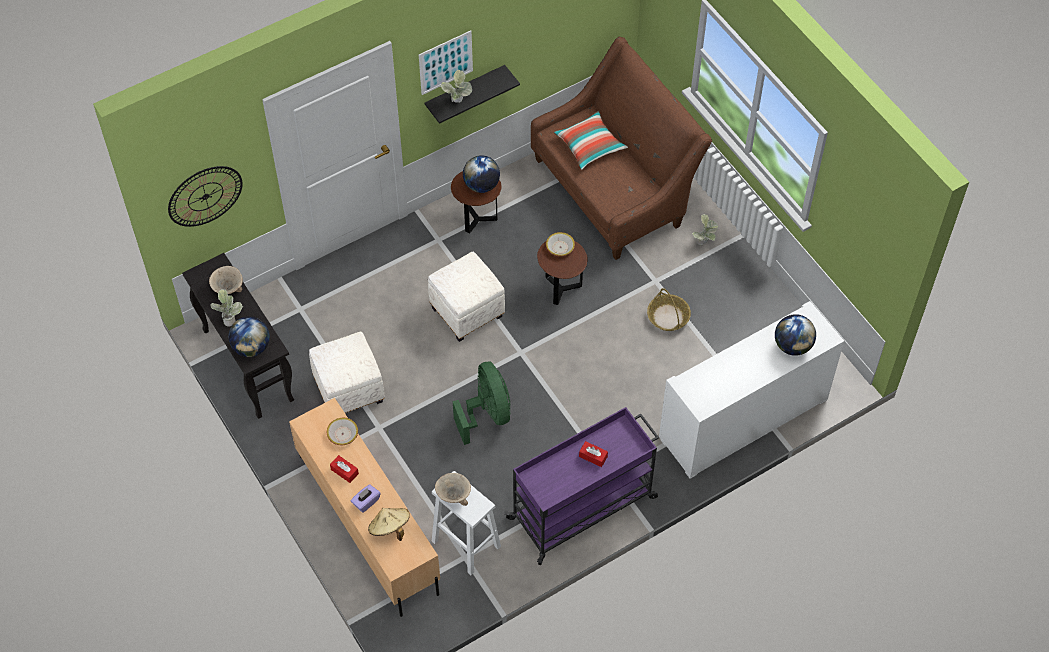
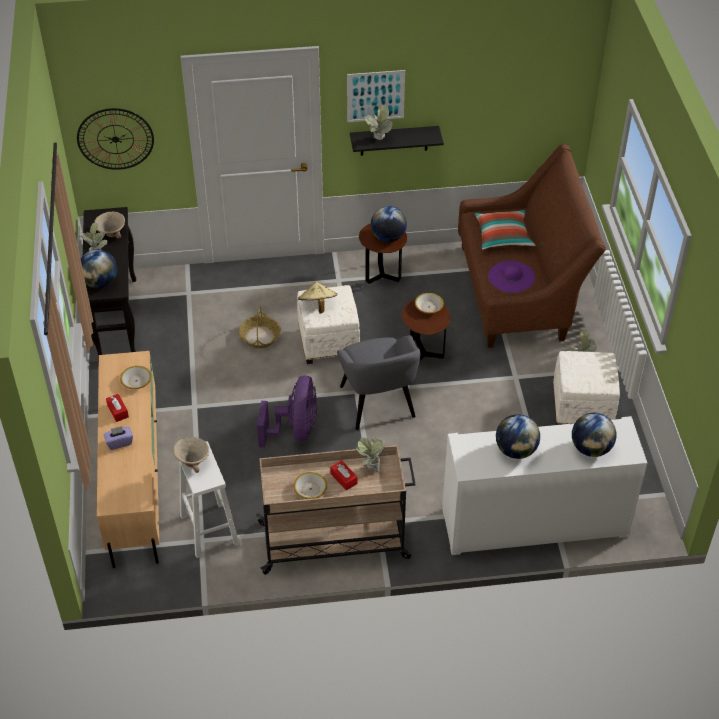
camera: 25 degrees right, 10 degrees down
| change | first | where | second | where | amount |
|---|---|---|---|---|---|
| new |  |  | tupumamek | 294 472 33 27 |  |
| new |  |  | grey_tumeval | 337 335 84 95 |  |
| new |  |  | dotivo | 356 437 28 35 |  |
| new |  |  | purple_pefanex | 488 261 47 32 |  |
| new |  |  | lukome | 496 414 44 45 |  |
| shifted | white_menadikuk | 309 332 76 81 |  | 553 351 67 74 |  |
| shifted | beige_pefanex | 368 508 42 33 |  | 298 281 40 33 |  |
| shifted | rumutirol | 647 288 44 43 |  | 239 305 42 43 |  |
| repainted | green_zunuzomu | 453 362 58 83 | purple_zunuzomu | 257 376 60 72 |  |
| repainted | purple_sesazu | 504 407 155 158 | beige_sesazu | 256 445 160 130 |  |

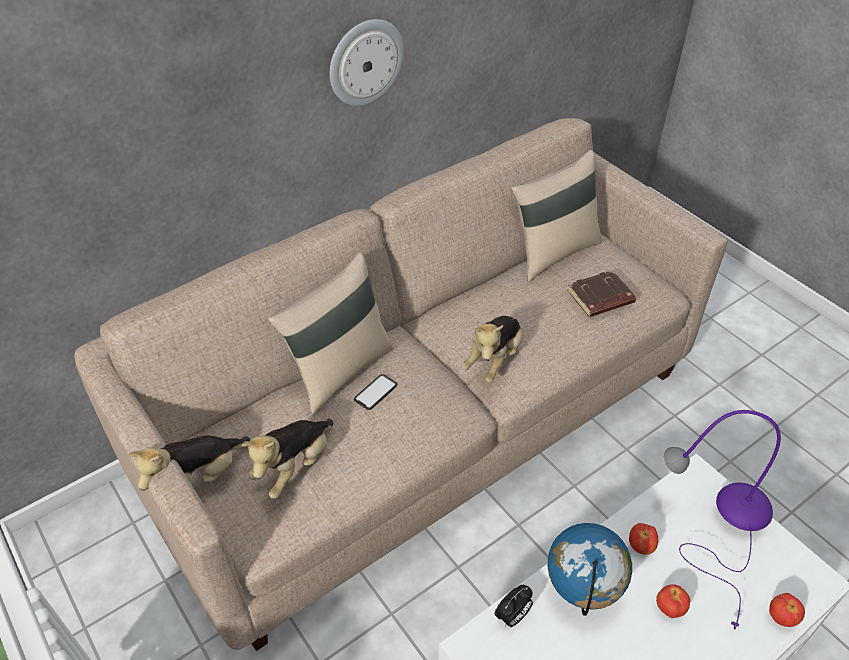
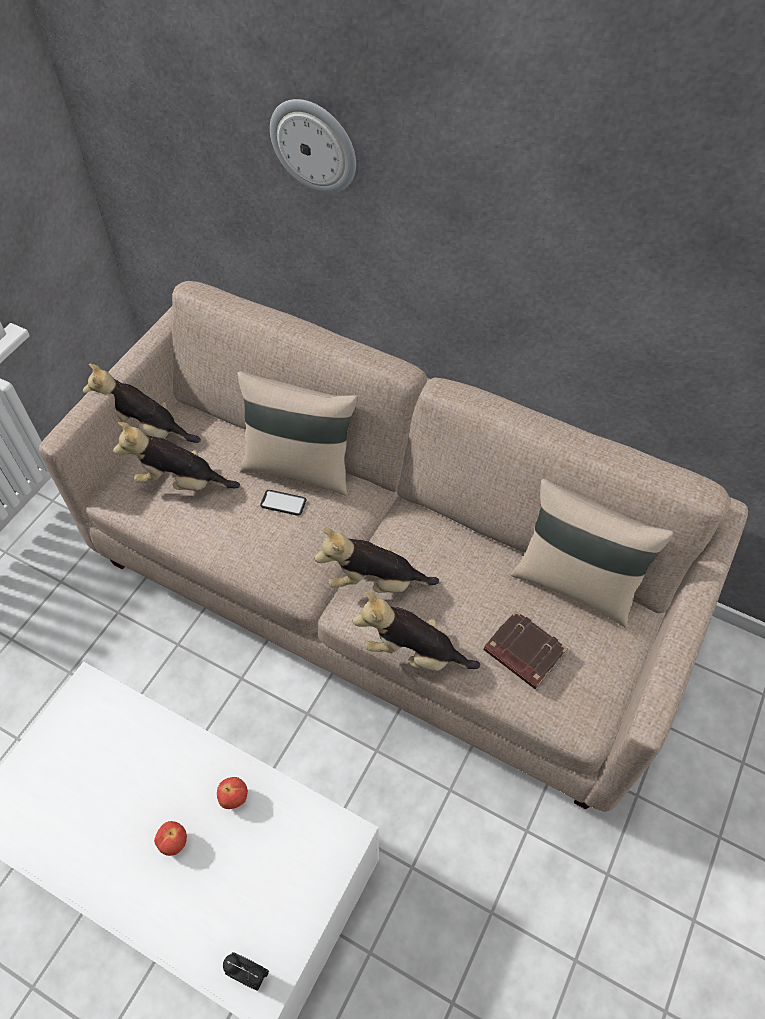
camera: 65 degrees right, 10 degrees up
| change | first | where | second | where | amount |
|---|---|---|---|---|---|
| gone | lukome | 548 523 84 93 |  |  |  |
| gone | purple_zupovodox | 664 410 117 220 |  |  |  |
| gone | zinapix | 769 593 36 34 |  |  |  |
| new |  |  | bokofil | 353 592 127 79 |  |
| shifted | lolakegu | 330 19 75 87 |  | 270 99 86 94 |  |
| shifted | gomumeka | 494 585 39 42 |  | 223 952 46 39 |  |

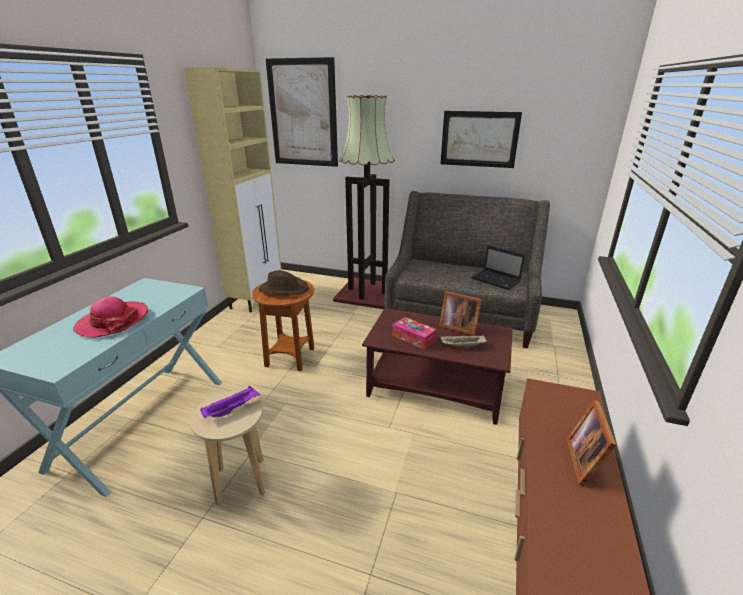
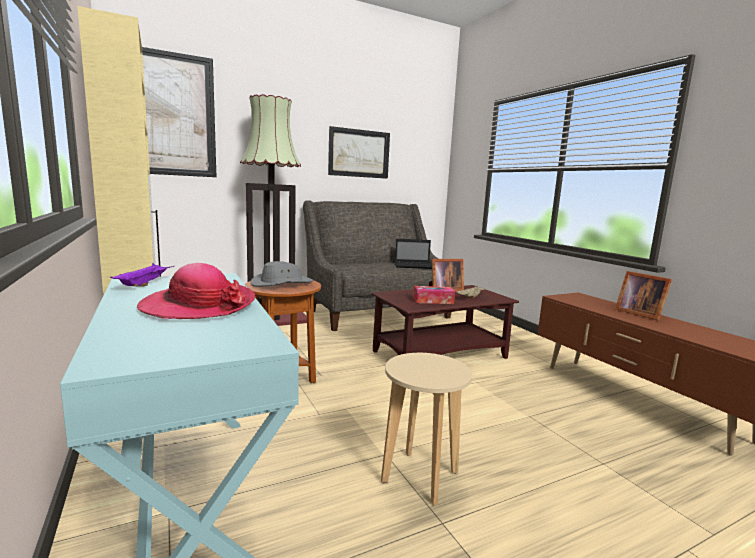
camera: 45 degrees left, 15 degrees down
| change | first | where | second | where | amount |
|---|---|---|---|---|---|
| shifted | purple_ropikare | 200 386 60 32 |  | 110 263 64 24 |  |
| repainted | brown_pefanex | 259 270 50 25 | grey_pefanex | 251 261 62 26 |  |

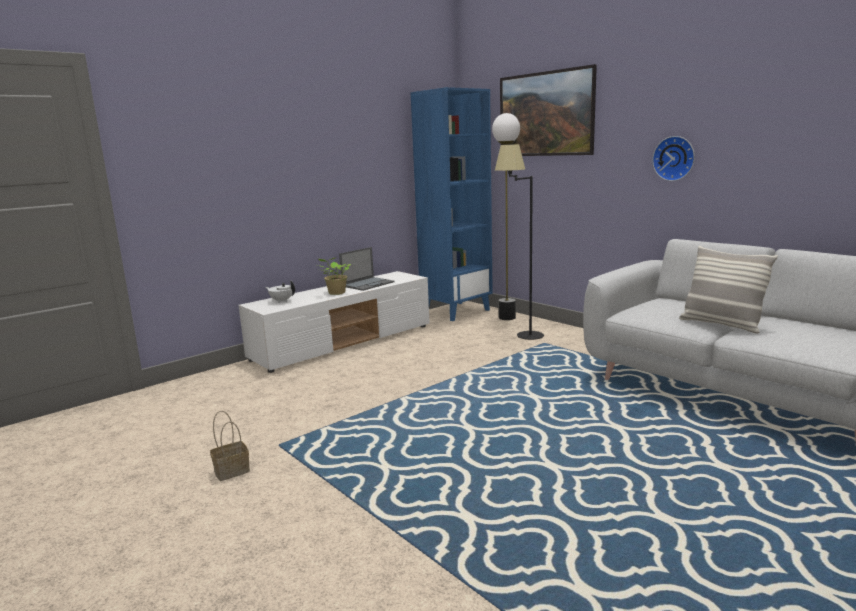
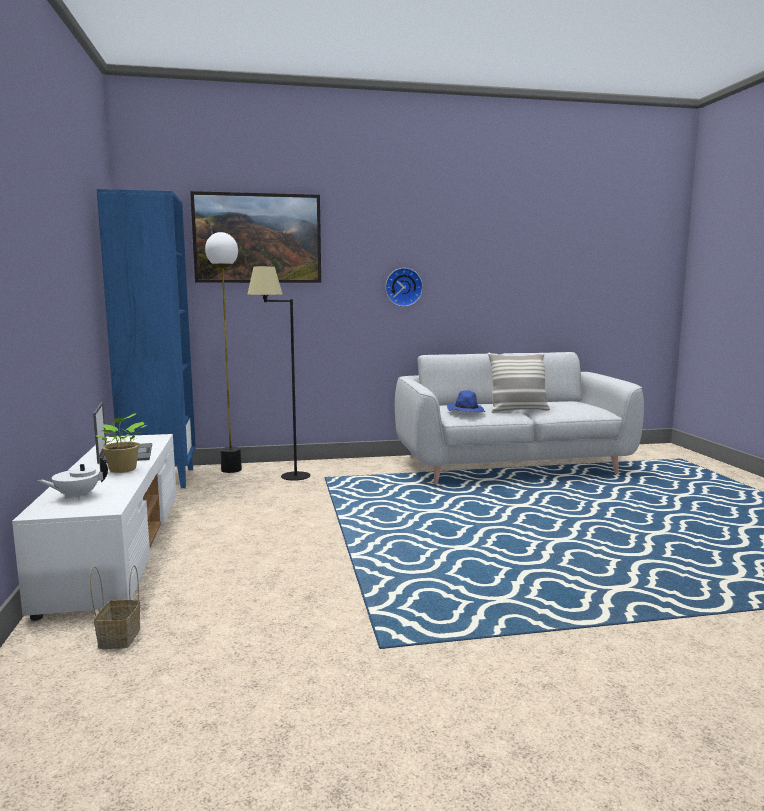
camera: 60 degrees left, 5 degrees down
| change | first | where | second | where | amount |
|---|---|---|---|---|---|
| new |  |  | blue_pefanex | 447 390 38 22 |  |
| shifted | rumutirol | 210 411 40 70 |  | 90 565 50 84 |  |

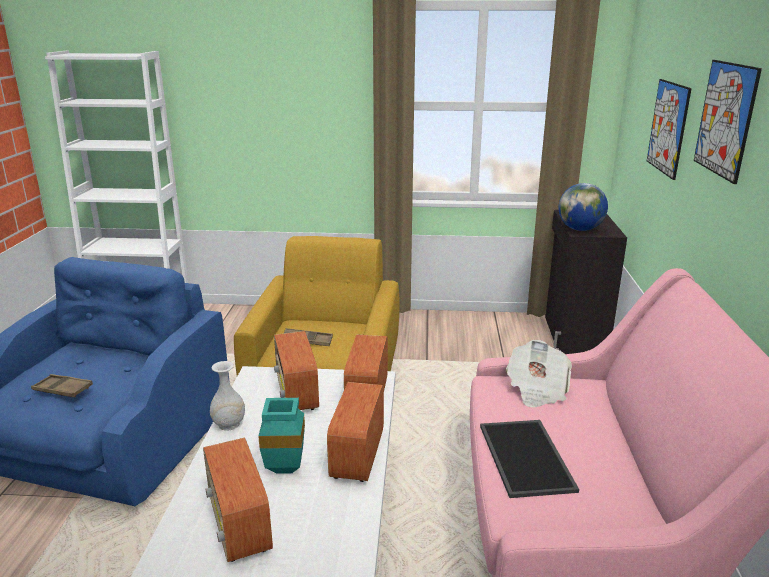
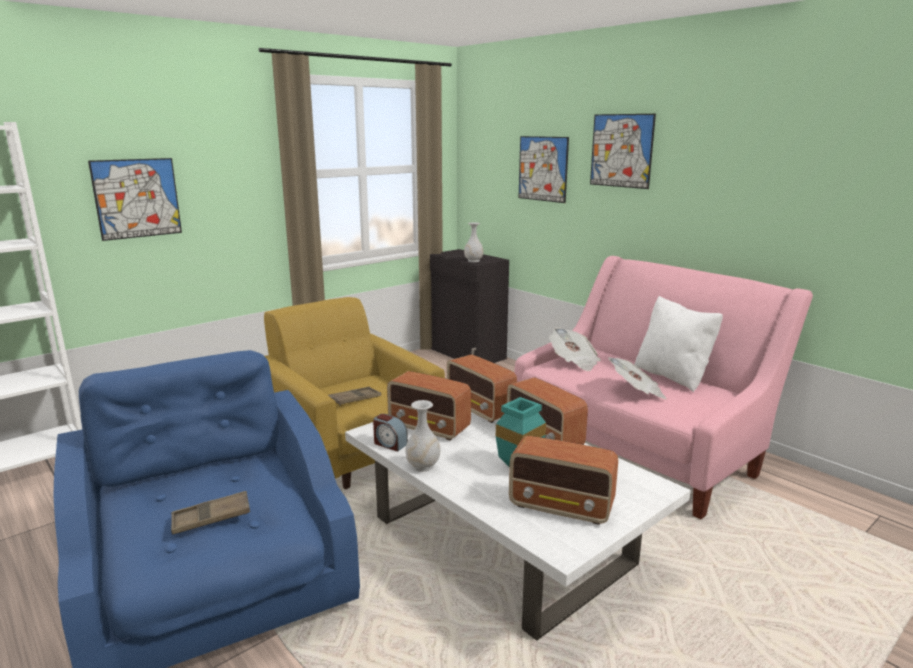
camera: 45 degrees left, 5 degrees down
| change | first | where | second | where | amount |
|---|---|---|---|---|---|
| new |  |  | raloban | 88 158 94 83 |  |
| new |  |  | gomumeka | 373 414 35 38 |  |
| new |  |  | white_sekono | 634 296 89 96 |  |
| swapped | ropikare | 480 420 99 78 | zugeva | 608 357 59 42 |  |
| swapped | lukome | 558 183 50 48 | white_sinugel | 464 222 20 40 |  |

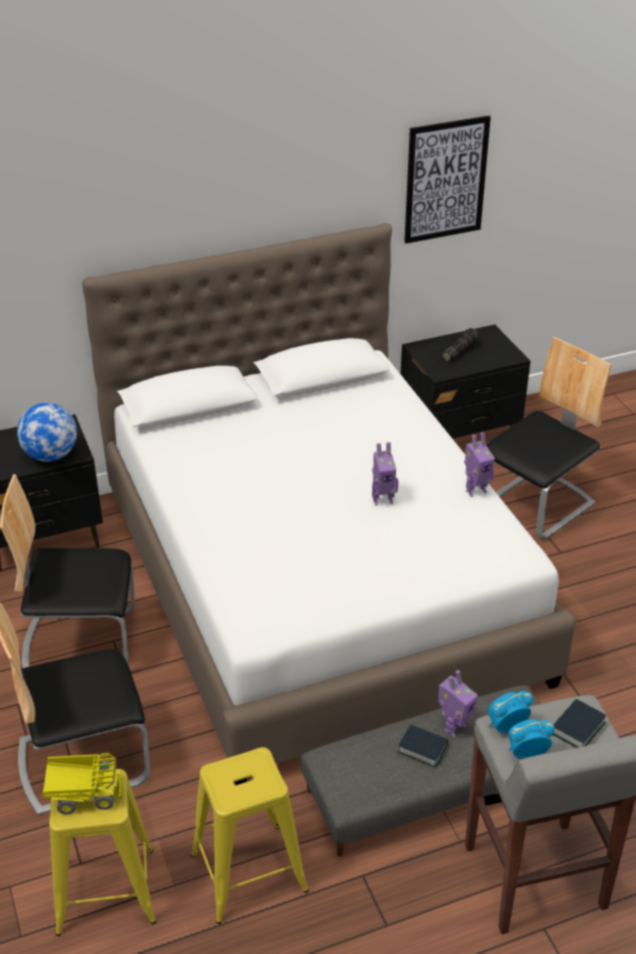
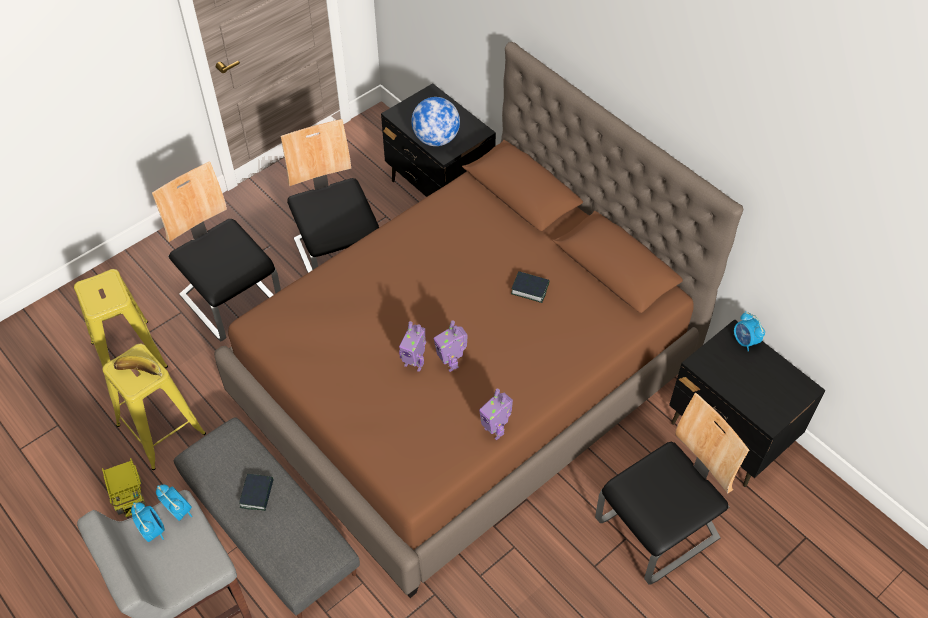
camera: 70 degrees right, 15 degrees up
| change | first | where | second | where | amount |
|---|---|---|---|---|---|
| gone | raloban | 404 116 87 128 |  |  |  |
| gone | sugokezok | 442 328 38 34 |  |  |  |
| new |  |  | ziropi | 114 356 49 20 |  |
| new |  |  | gomumeka | 734 311 31 40 |  |
| shifted | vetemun | 42 753 82 62 |  | 102 458 43 59 |  |
| shifted | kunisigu | 438 670 40 67 |  | 399 321 27 51 |  |
| shifted | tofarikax | 553 699 53 49 |  | 511 271 38 32 |  |
| repainted | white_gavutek | 82 223 494 562 | brown_gavutek | 214 42 529 556 |  |
| rotated | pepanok | 486 337 126 203 |  | 595 393 154 192 | 60 degrees counterclockwise |

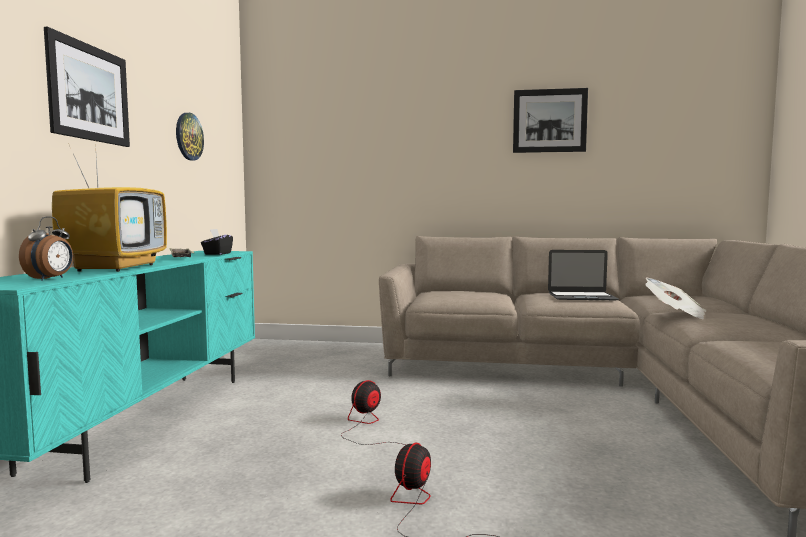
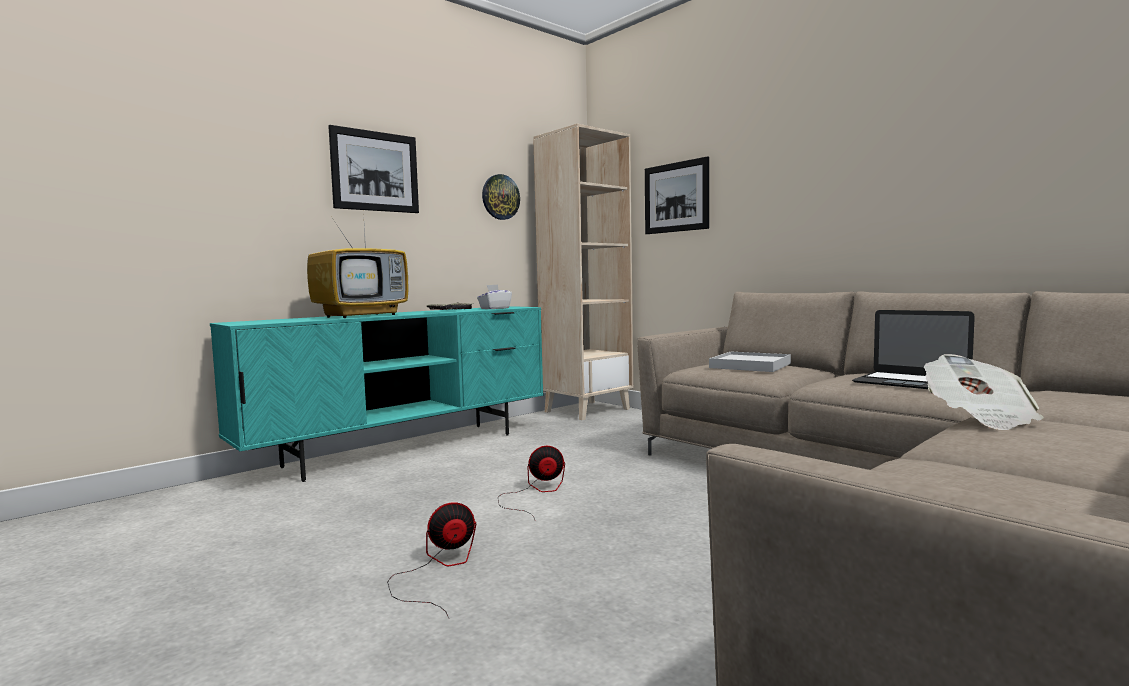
camera: 40 degrees right, 0 degrees up
| change | first | where | second | where | amount |
|---|---|---|---|---|---|
| gone | gomumeka | 19 216 54 65 |  |  |  |
| new |  |  | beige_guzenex | 533 124 100 296 |  |
| new |  |  | white_ropikare | 709 352 82 20 |  |
| shifted | raloban | 513 88 75 65 |  | 645 156 64 78 |  |
| repainted | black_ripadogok | 201 229 32 26 | white_ripadogok | 477 284 35 25 |  |

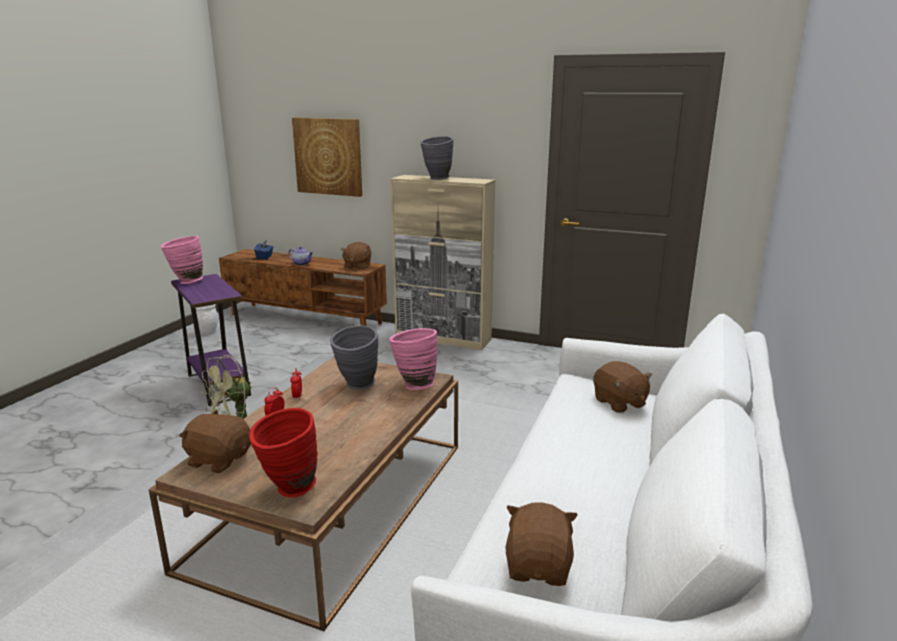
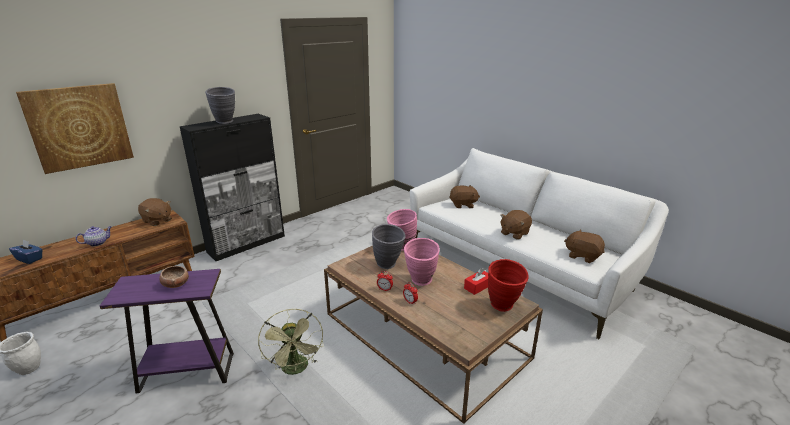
camera: 65 degrees left, 5 degrees up
| change | first | where | second | where | amount |
|---|---|---|---|---|---|
| new |  |  | tupumamek | 159 266 30 22 |  |
| new |  |  | red_ripadogok | 464 268 24 27 |  |
| shifted | pink_sinugel | 161 236 42 48 |  | 404 238 36 48 |  |
| shifted | brown_bokofil | 179 409 72 65 |  | 500 210 32 30 |  |
| repainted | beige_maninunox | 391 175 104 175 | black_maninunox | 180 114 105 147 |  |

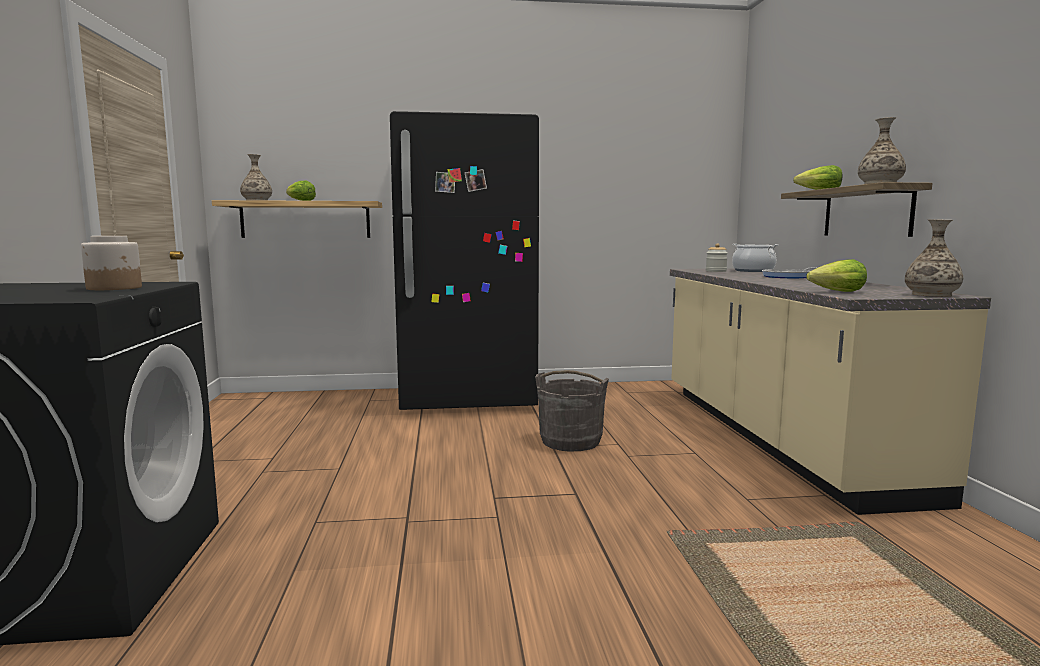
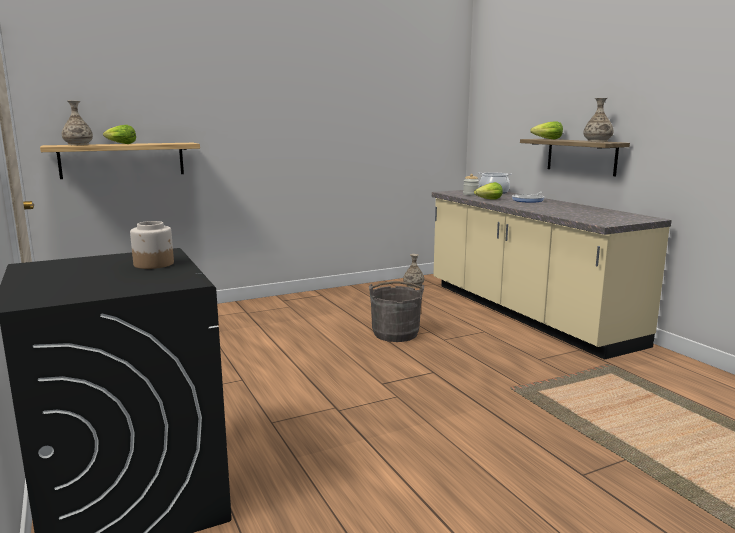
camera: 20 degrees left, 5 degrees up
| change | first | where | second | where | amount |
|---|---|---|---|---|---|
| gone | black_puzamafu | 390 111 149 299 |  |  |  |
| shifted | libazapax | 806 259 61 33 |  | 474 182 29 18 |  |
| shifted | sinugel | 905 219 58 78 |  | 403 254 21 34 |  |

